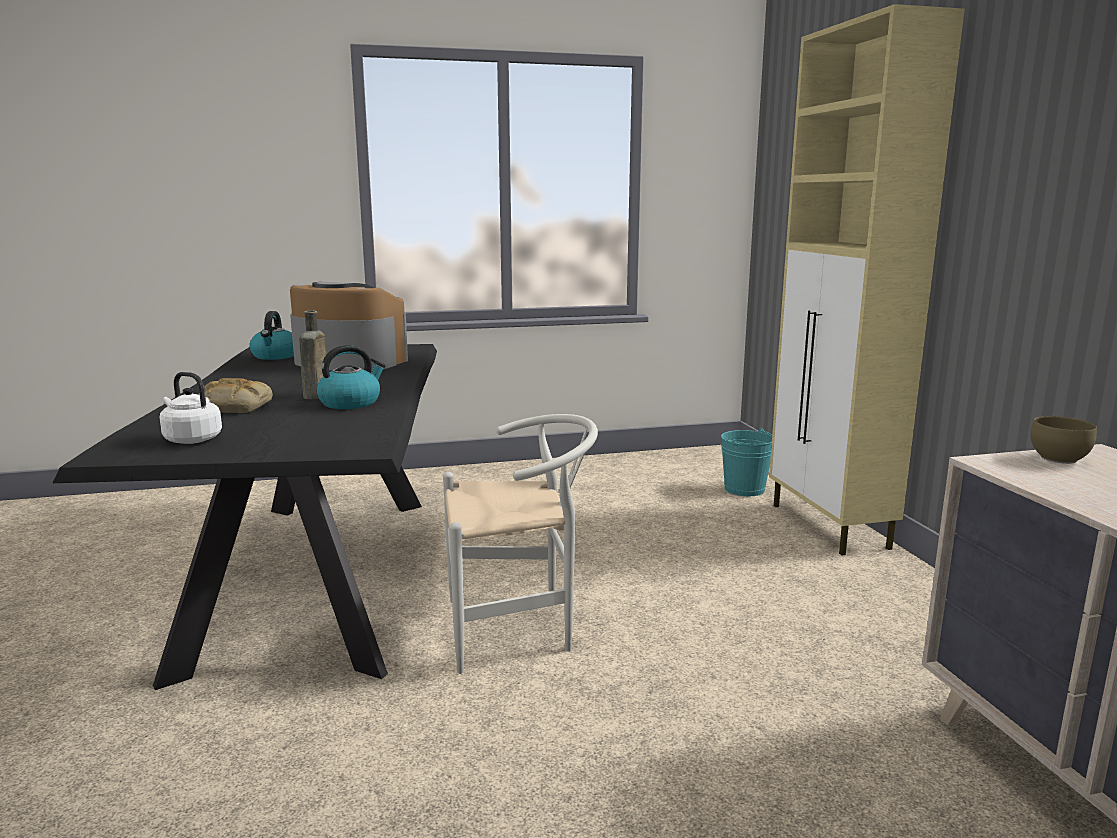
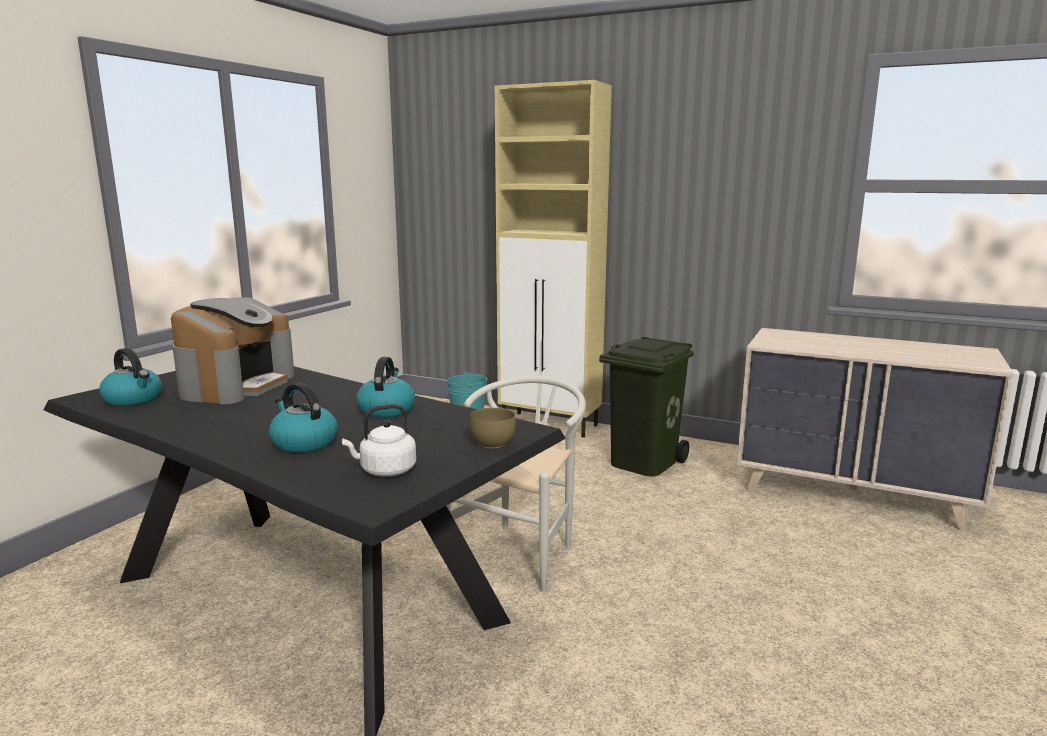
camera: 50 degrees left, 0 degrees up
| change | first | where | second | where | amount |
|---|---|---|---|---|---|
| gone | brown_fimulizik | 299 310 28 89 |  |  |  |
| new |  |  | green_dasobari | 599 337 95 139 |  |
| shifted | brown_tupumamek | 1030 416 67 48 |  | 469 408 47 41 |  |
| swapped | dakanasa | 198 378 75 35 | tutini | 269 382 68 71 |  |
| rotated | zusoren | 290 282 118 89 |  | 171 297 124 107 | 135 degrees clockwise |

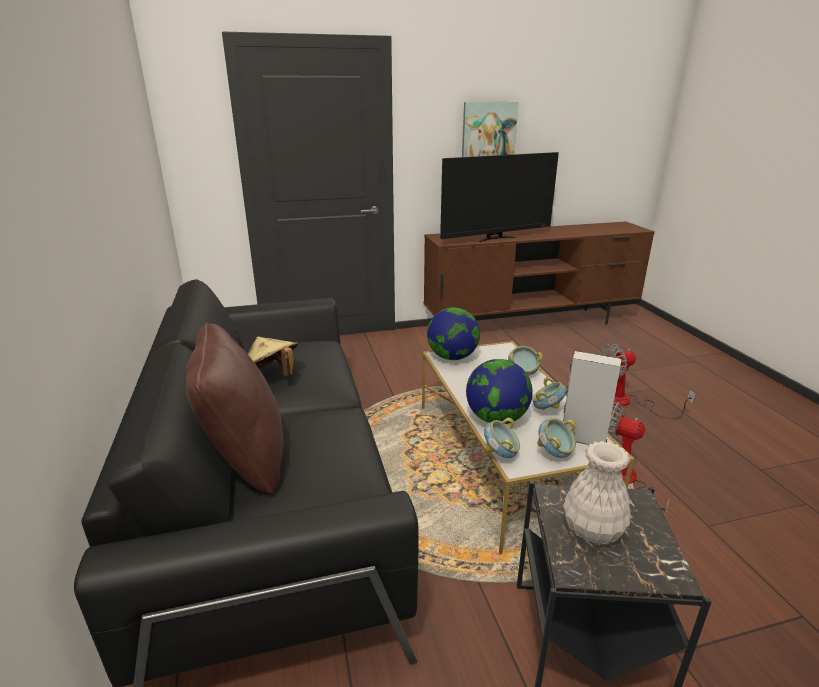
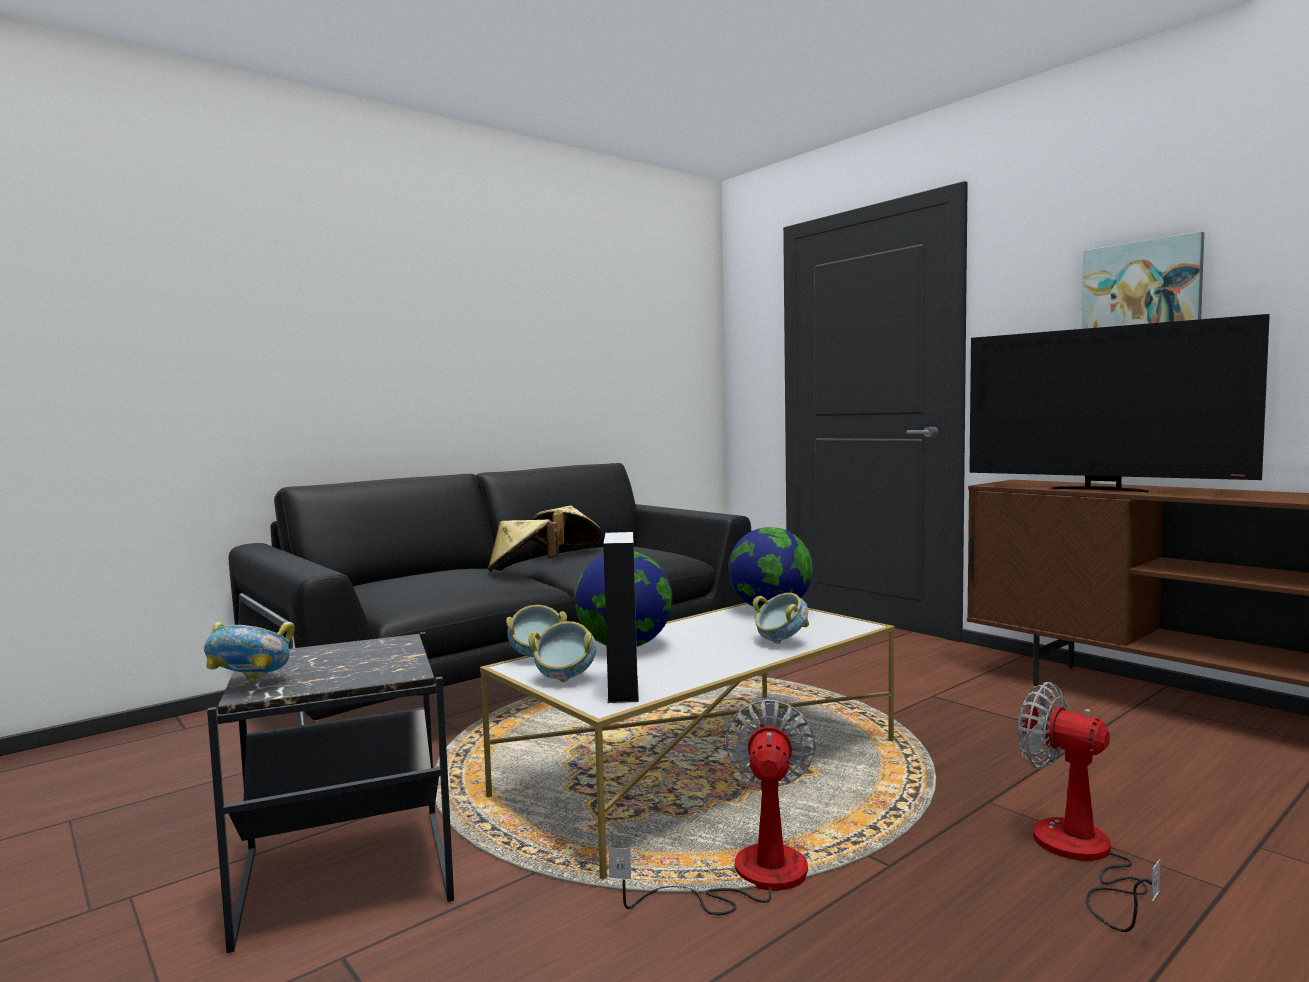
camera: 65 degrees right, 20 degrees down
| change | first | where | second | where | amount |
|---|---|---|---|---|---|
| gone | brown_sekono | 186 323 97 171 |  |  |  |
| gone | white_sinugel | 563 441 68 103 |  |  |  |
| new |  |  | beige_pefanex | 488 519 71 53 |  |
| shifted | tupumamek | 532 377 35 33 |  | 204 622 91 61 |  |

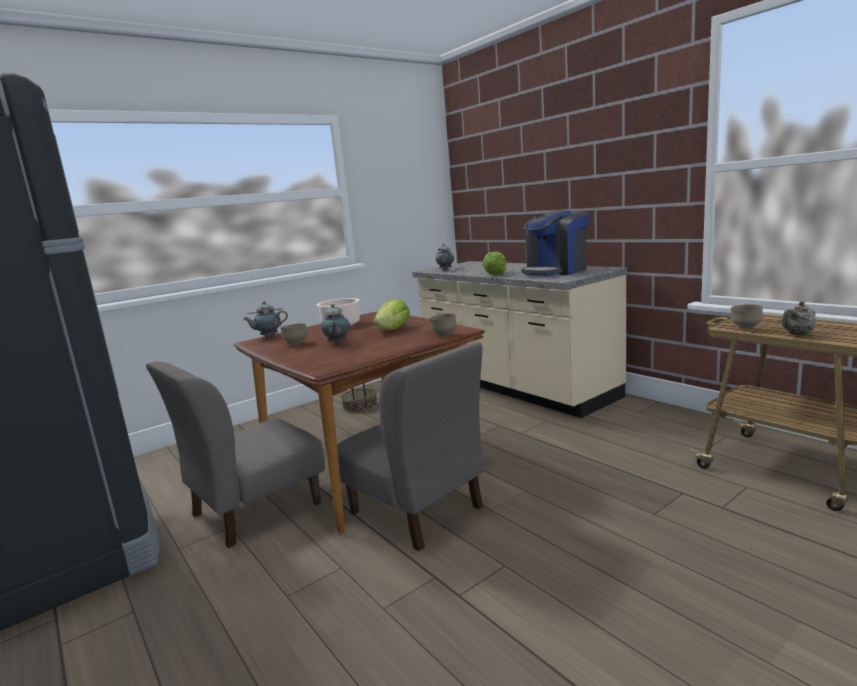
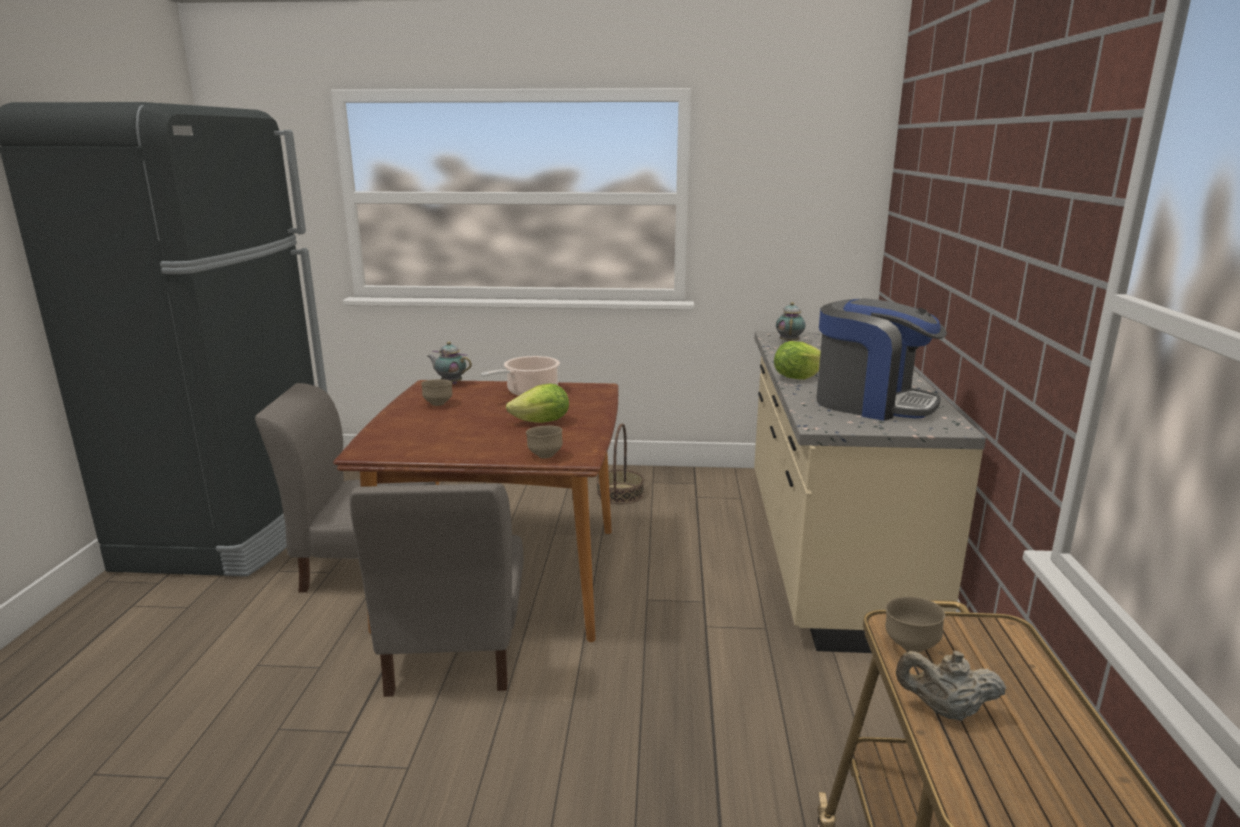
camera: 40 degrees right, 5 degrees up
| change | first | where | second | where | amount |
|---|---|---|---|---|---|
| gone | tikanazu | 321 304 29 40 |  |  |  |
| rotated | zusoren | 521 210 68 66 |  | 817 298 130 123 | 150 degrees counterclockwise |

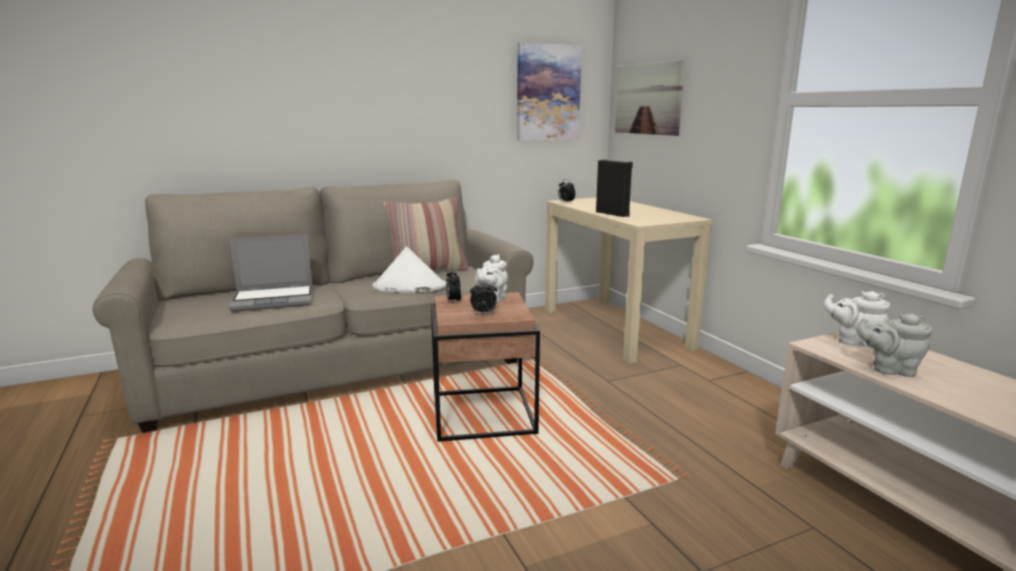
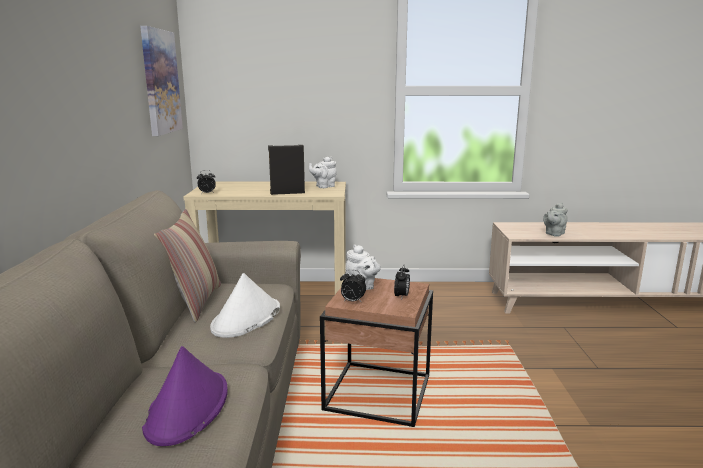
camera: 65 degrees left, 0 degrees up
| change | first | where | second | where | amount |
|---|---|---|---|---|---|
| gone | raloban | 615 60 70 76 |  |  |  |
| shifted | white_tikanazu | 823 291 67 57 |  | 309 157 28 31 |  |
| swapped | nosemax | 229 235 84 77 | purple_pefanex | 142 346 86 100 |  |

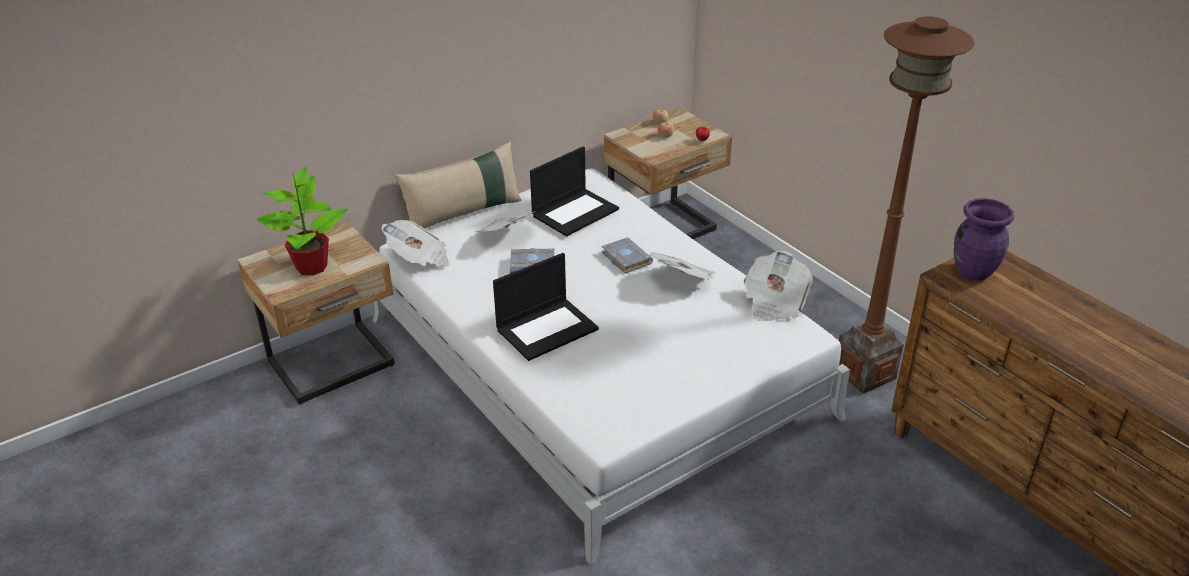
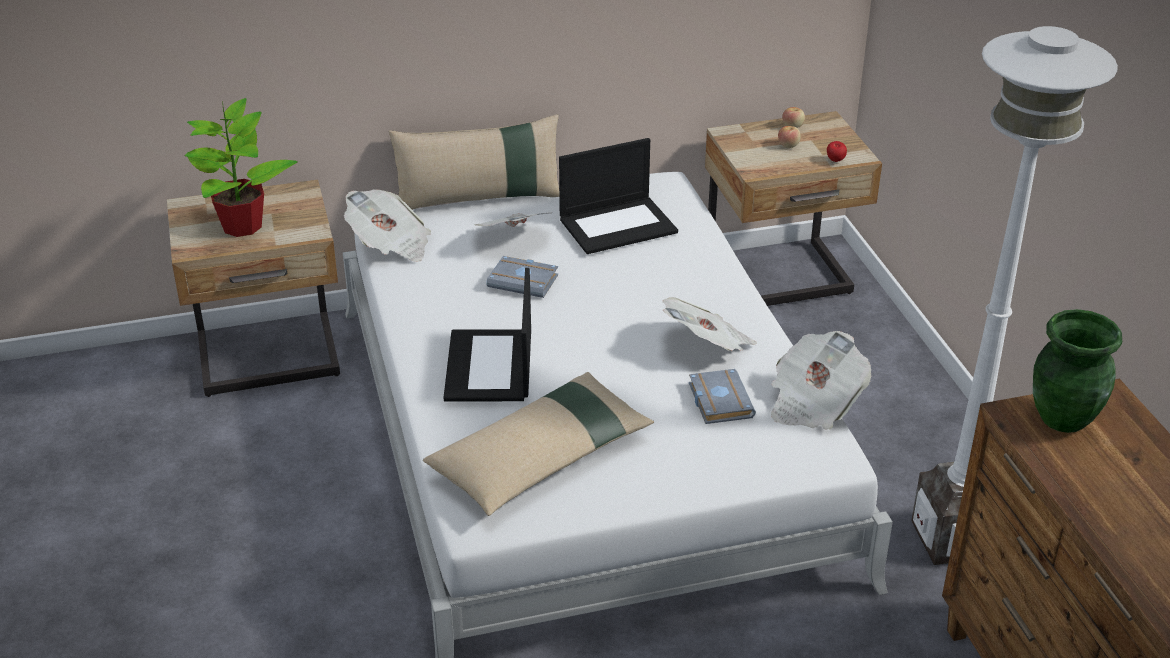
camera: 20 degrees right, 0 degrees up
| change | first | where | second | where | amount |
|---|---|---|---|---|---|
| new |  |  | beige_sekono | 423 372 231 144 |  |
| shifted | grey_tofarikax | 602 237 51 36 |  | 689 369 67 55 |  |
| repainted | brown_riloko | 839 16 135 378 | white_riloko | 911 26 207 539 |  |
| repainted | purple_sinugel | 954 198 60 83 | green_sinugel | 1033 309 89 124 |  |
| rotated | nosemax | 493 253 106 108 |  | 443 268 88 133 | 105 degrees clockwise |

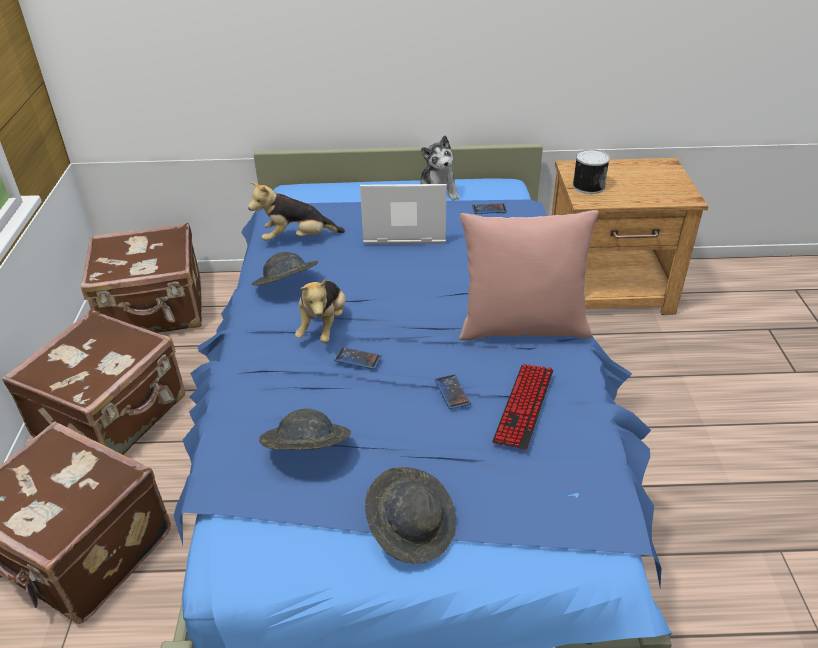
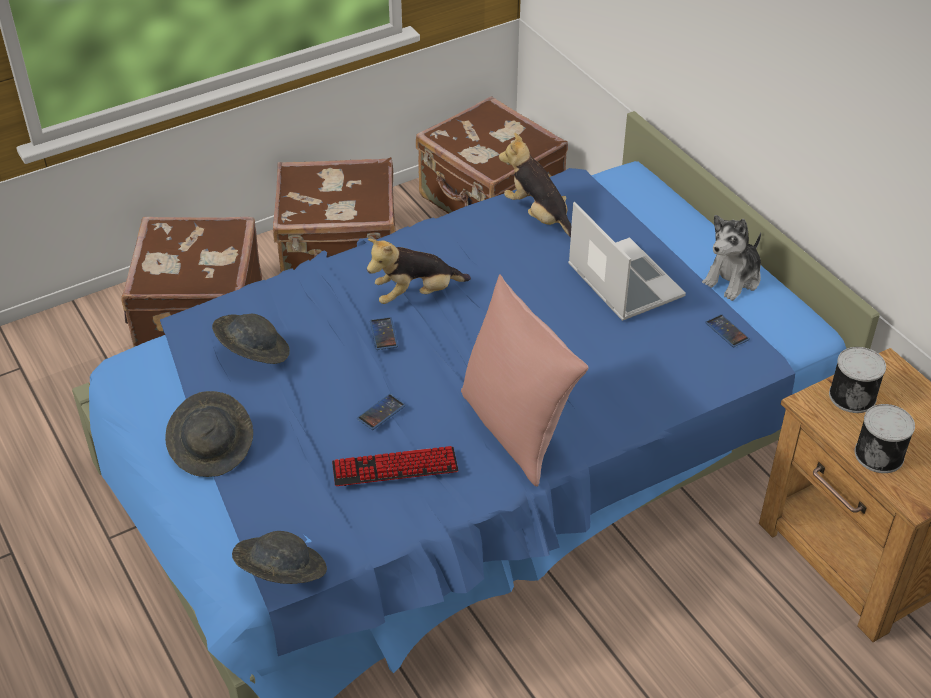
camera: 60 degrees right, 5 degrees up
| change | first | where | second | where | amount |
|---|---|---|---|---|---|
| new |  |  | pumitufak | 855 404 60 69 |  |
| shifted | grey_pefanex | 252 252 66 34 |  | 232 531 95 53 |  |

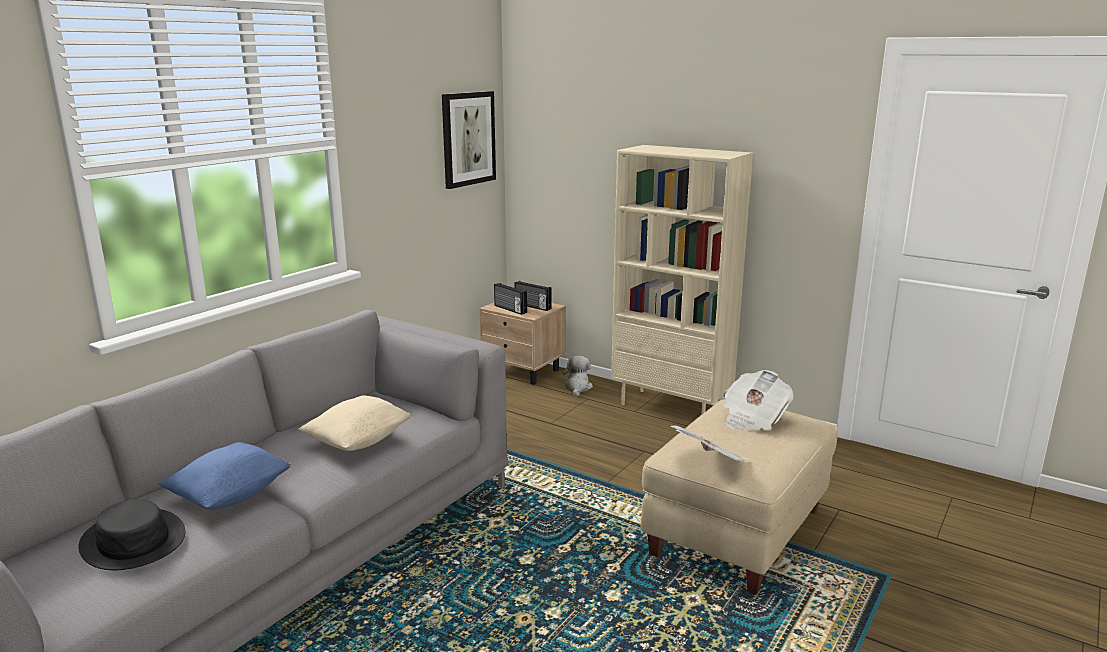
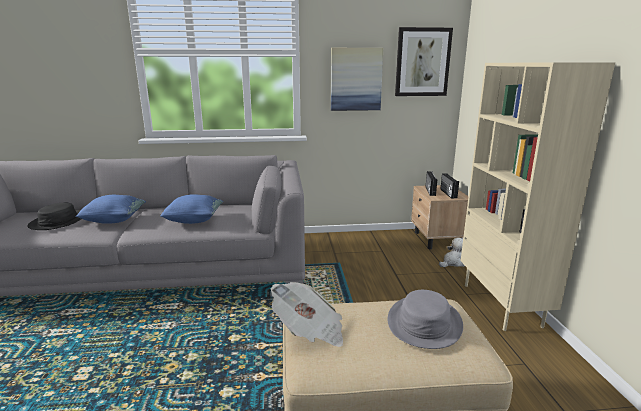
camera: 50 degrees right, 0 degrees up
| change | first | where | second | where | amount |
|---|---|---|---|---|---|
| new |  |  | raloban | 331 48 52 63 |  |
| swapped | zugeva | 723 370 71 61 | grey_pefanex | 388 290 75 59 |  |
| repainted | beige_sekono | 298 395 114 56 | blue_sekono | 160 194 63 30 |  |

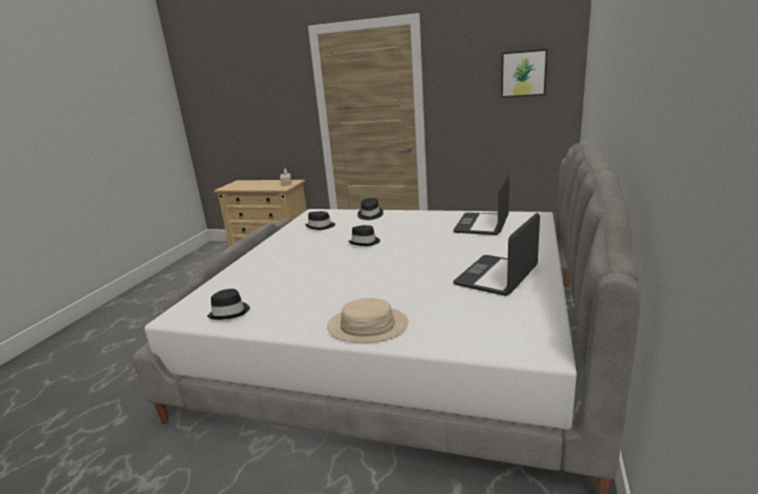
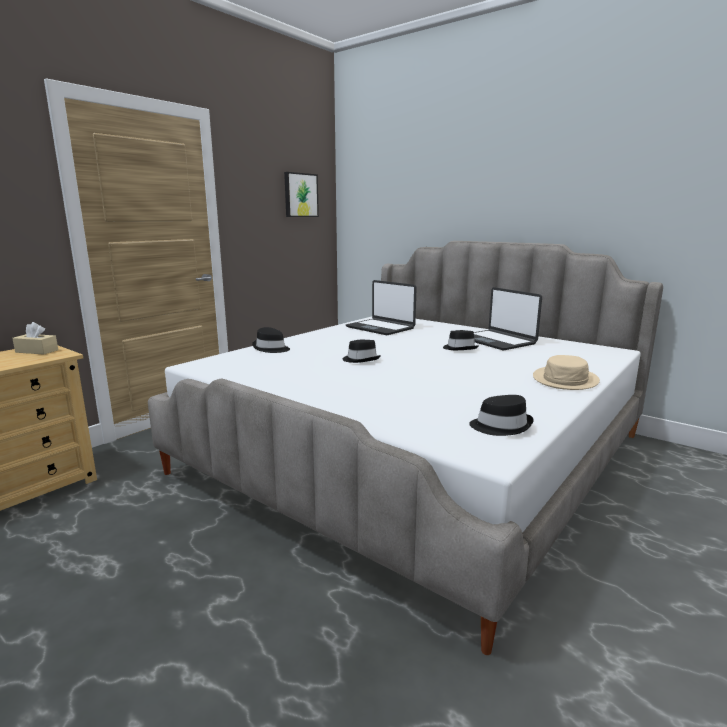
camera: 70 degrees left, 5 degrees down
| change | first | where | second | where | amount |
|---|---|---|---|---|---|
| shifted | black_pefanex | 305 211 30 19 |  | 443 330 35 20 |  |

